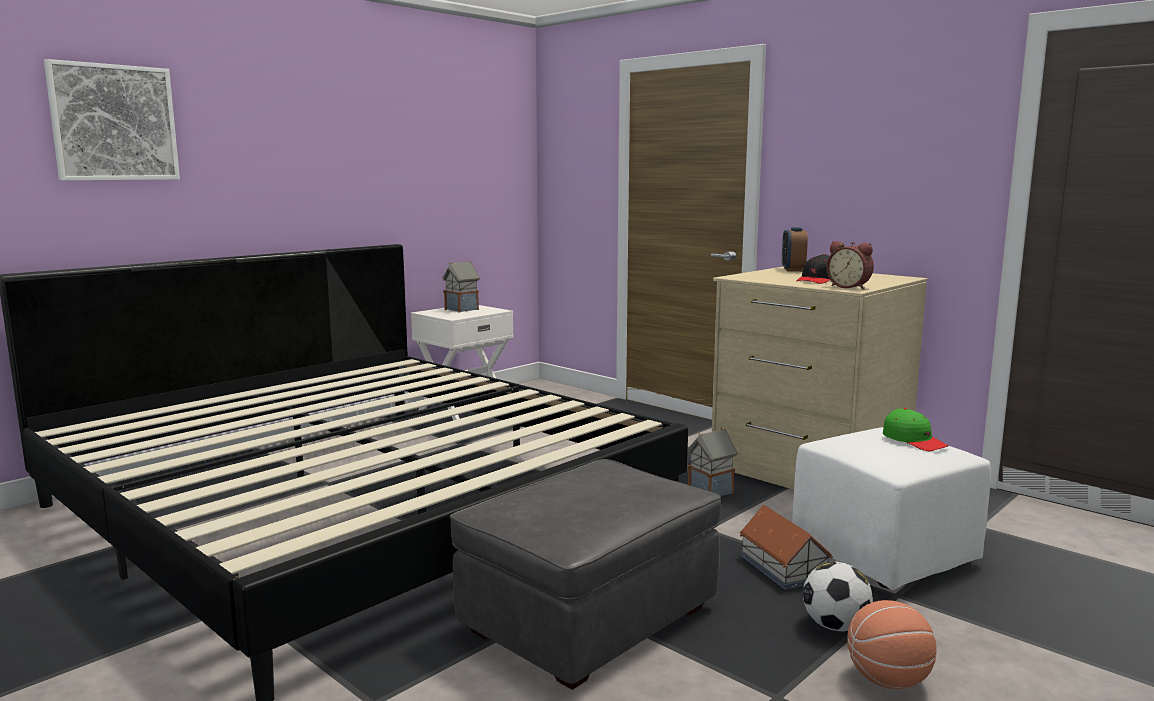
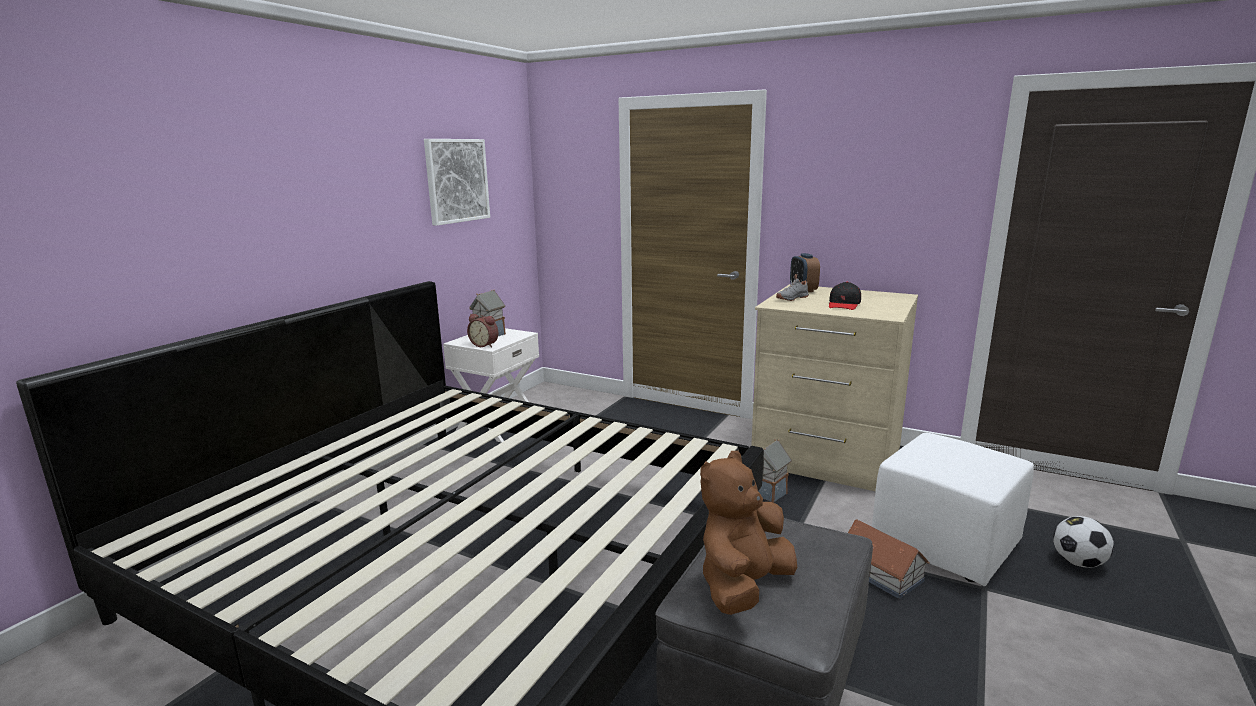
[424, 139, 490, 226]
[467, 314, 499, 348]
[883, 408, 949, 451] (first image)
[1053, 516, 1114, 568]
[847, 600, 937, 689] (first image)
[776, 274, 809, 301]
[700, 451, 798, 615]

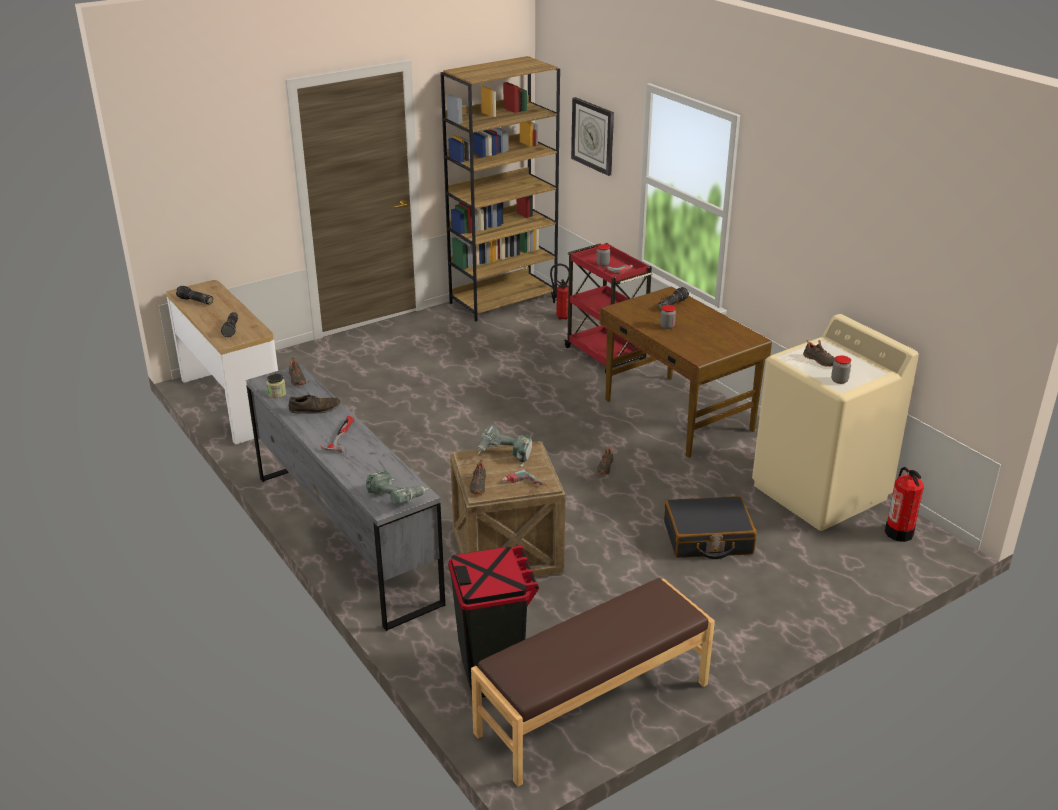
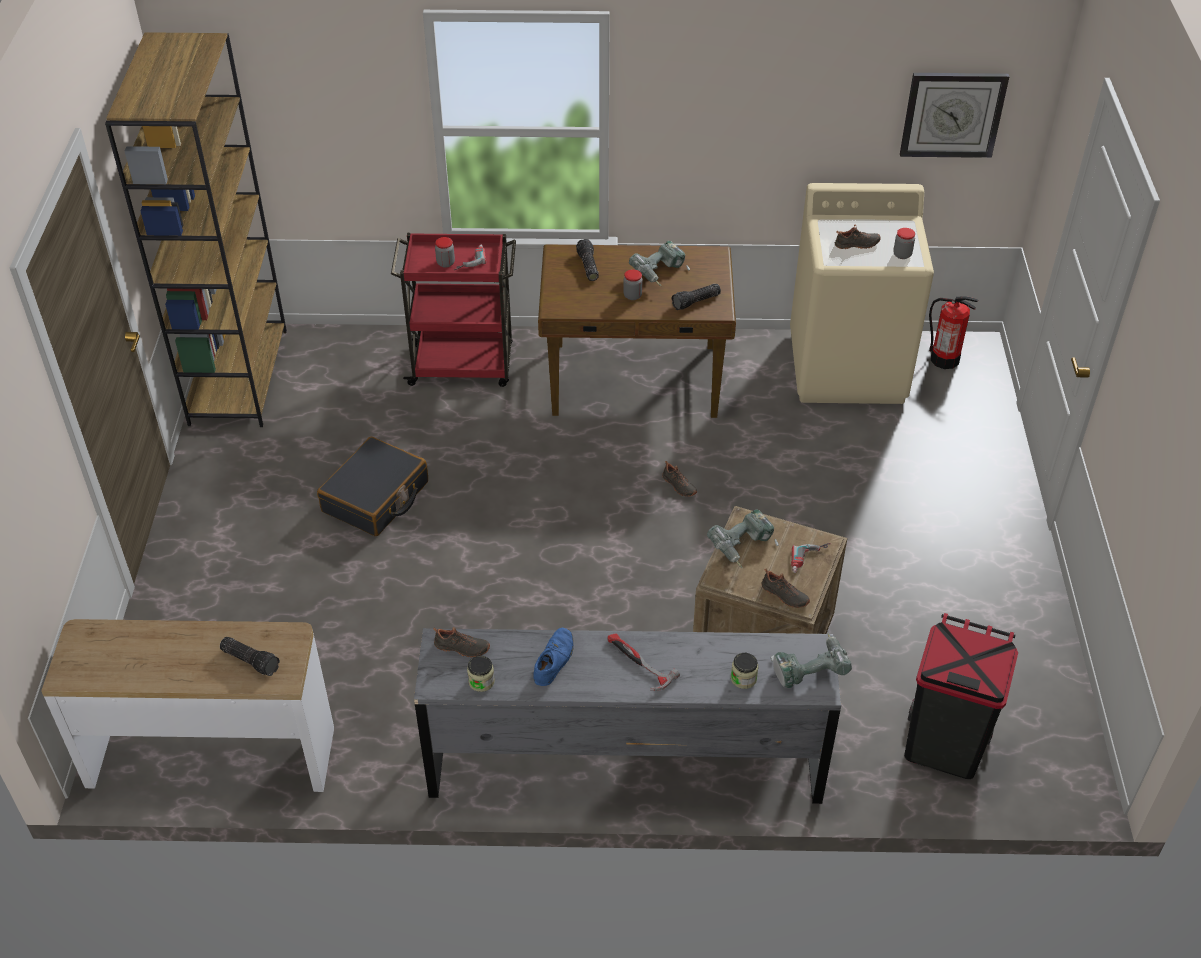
[900, 73, 1009, 158]
[550, 264, 569, 320] (first image)
[672, 284, 721, 310]
[534, 628, 574, 686]
[317, 437, 428, 536]
[471, 578, 715, 787] (first image)
[629, 241, 690, 286]
[731, 653, 759, 689]

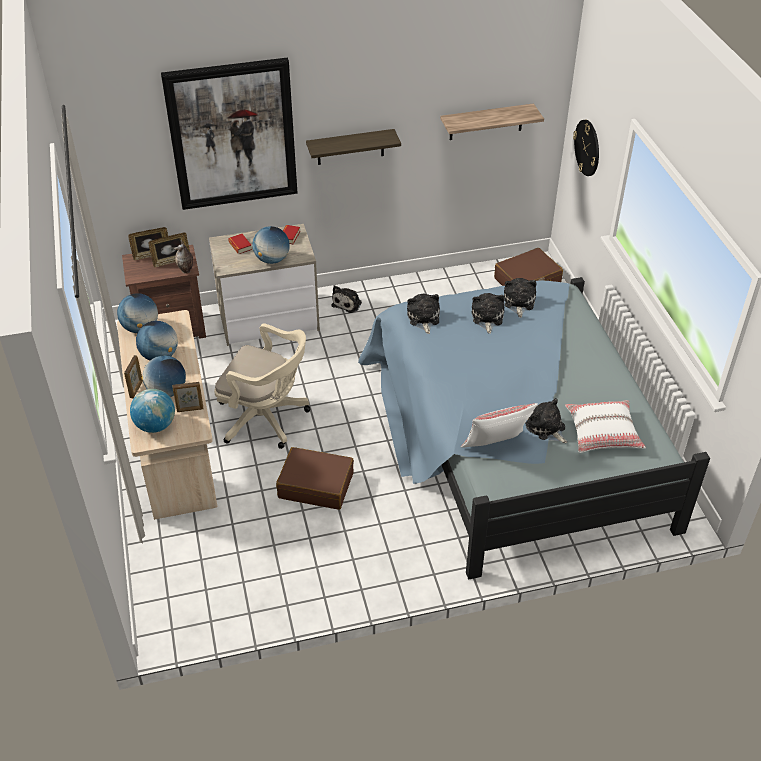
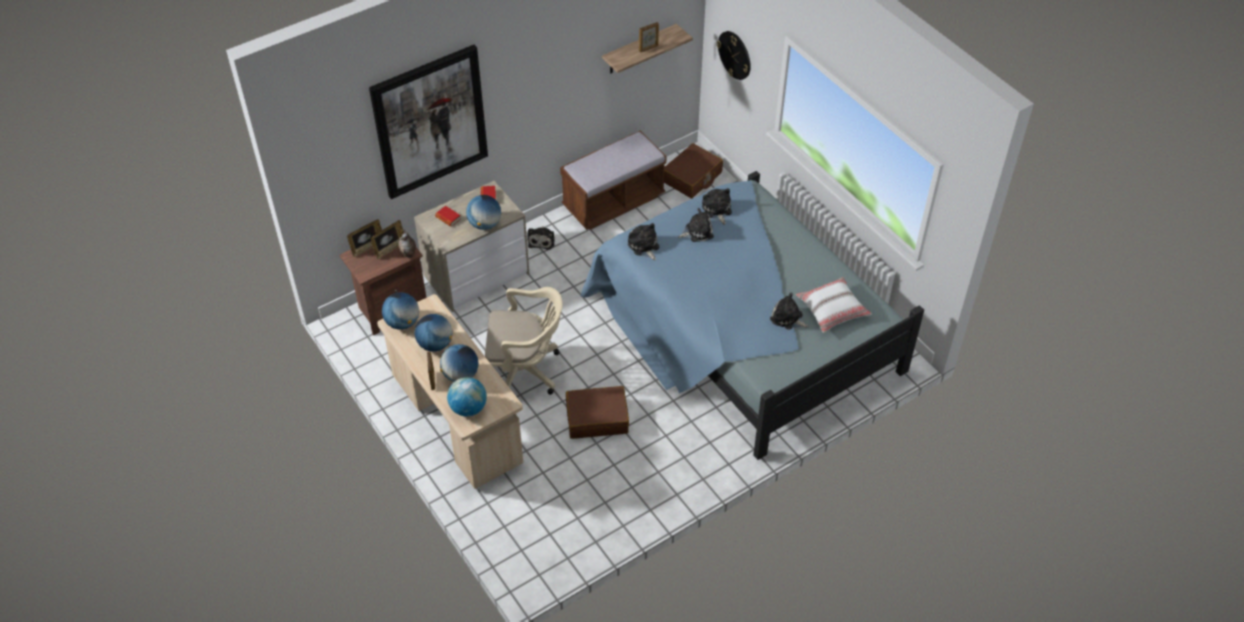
[306, 129, 401, 165] (first image)
[678, 208, 714, 242]
[639, 22, 659, 53]
[461, 403, 538, 448] (first image)
[560, 131, 667, 230]

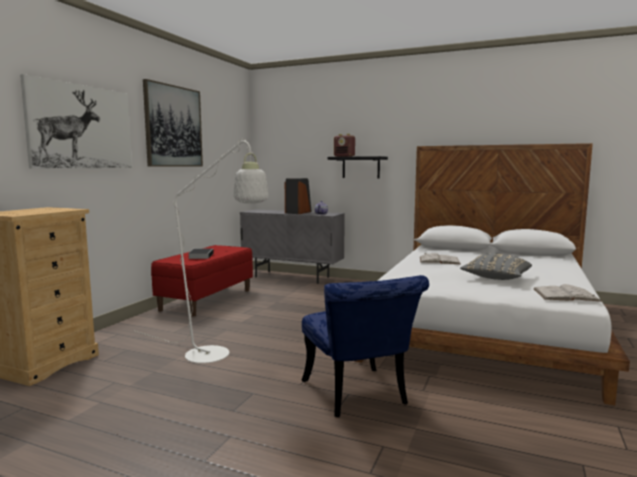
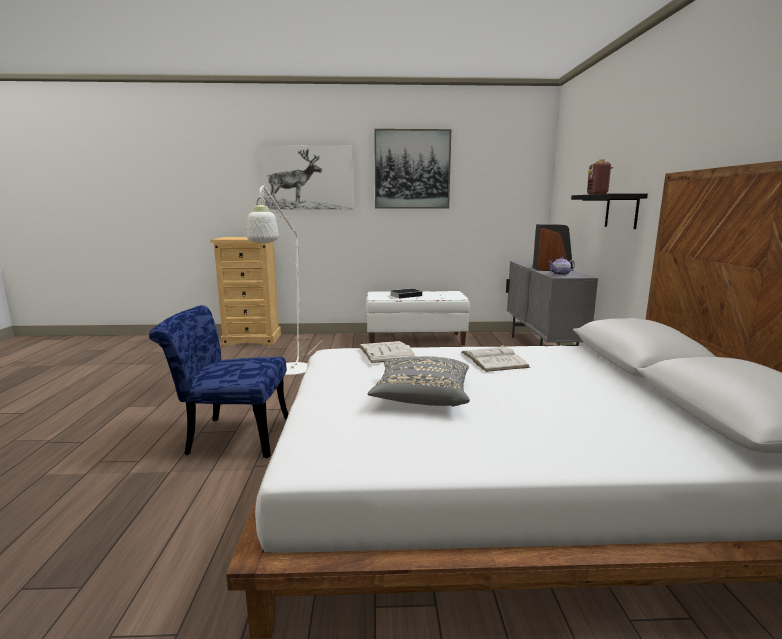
[366, 291, 470, 345]
[149, 305, 288, 458]
[359, 341, 415, 363]

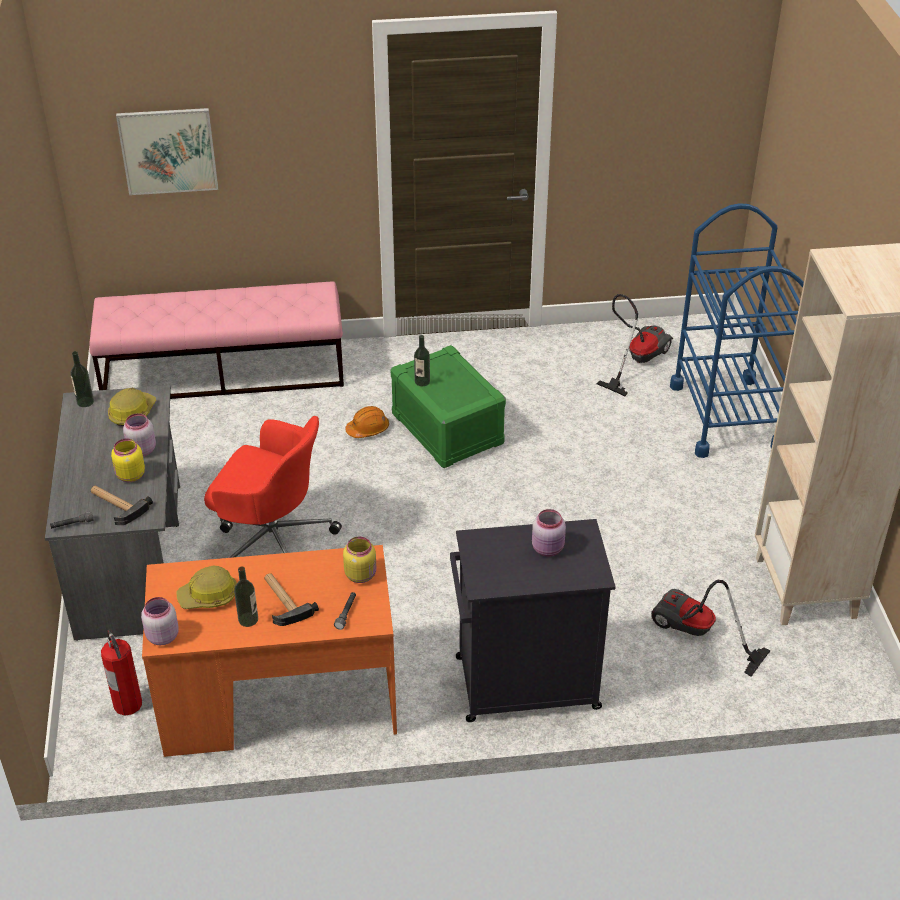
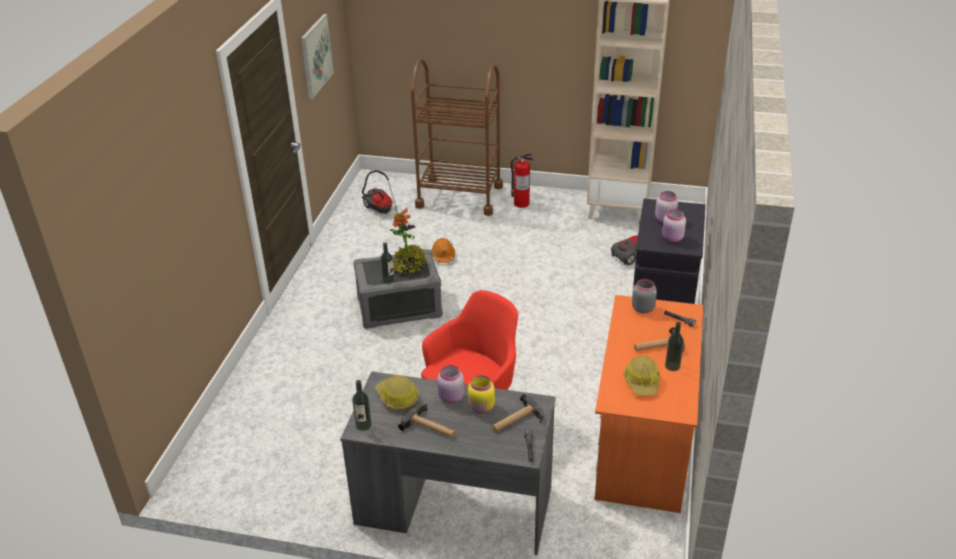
[301, 14, 334, 99]
[411, 59, 503, 216]
[89, 281, 344, 399] (first image)
[353, 249, 443, 329]
[431, 238, 455, 263]
[632, 279, 657, 314]
[662, 209, 686, 242]
[511, 153, 533, 208]
[389, 208, 426, 274]
[398, 404, 456, 438]

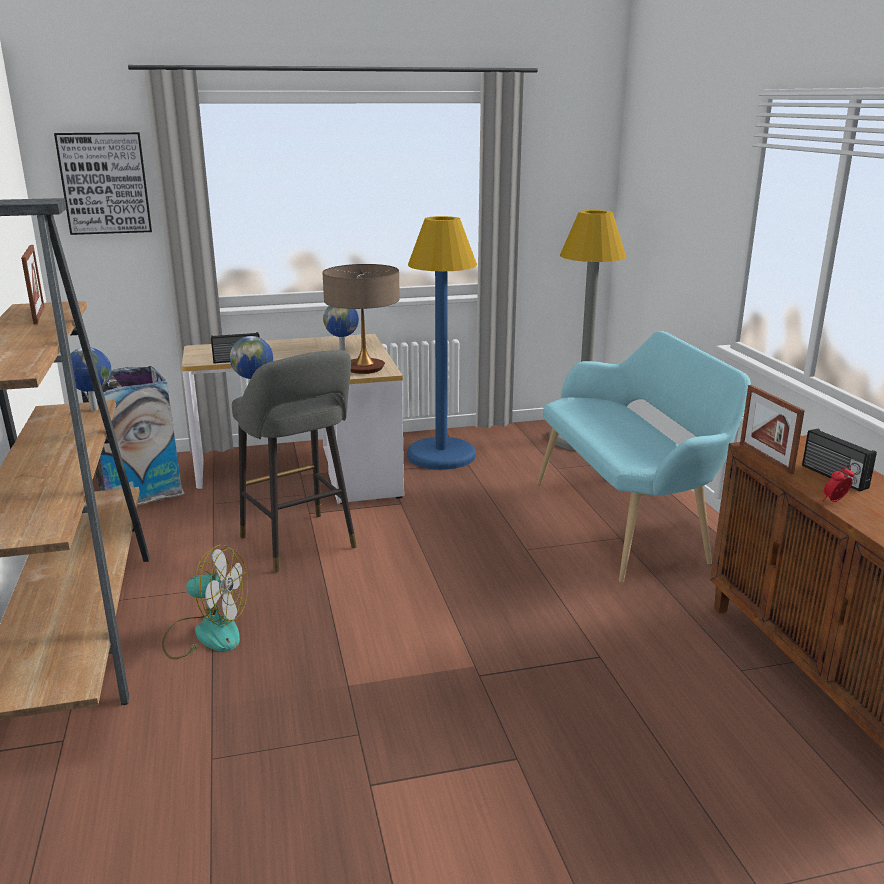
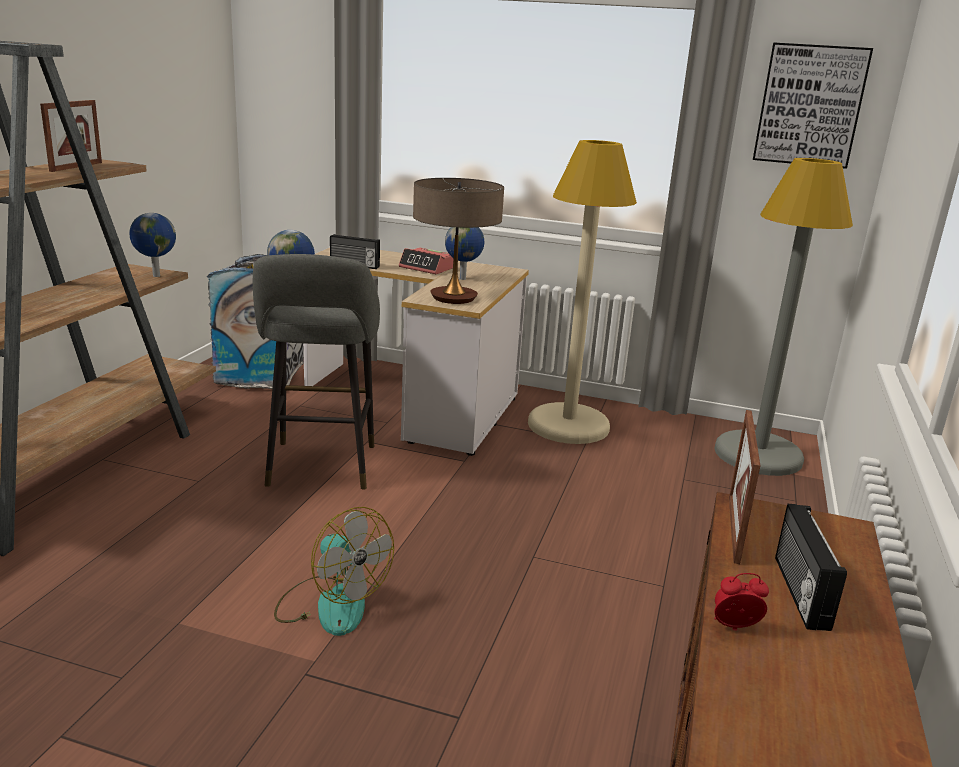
[753, 42, 873, 169]
[528, 140, 637, 444]
[537, 331, 751, 583] (first image)
[274, 507, 394, 636]
[399, 247, 454, 274]

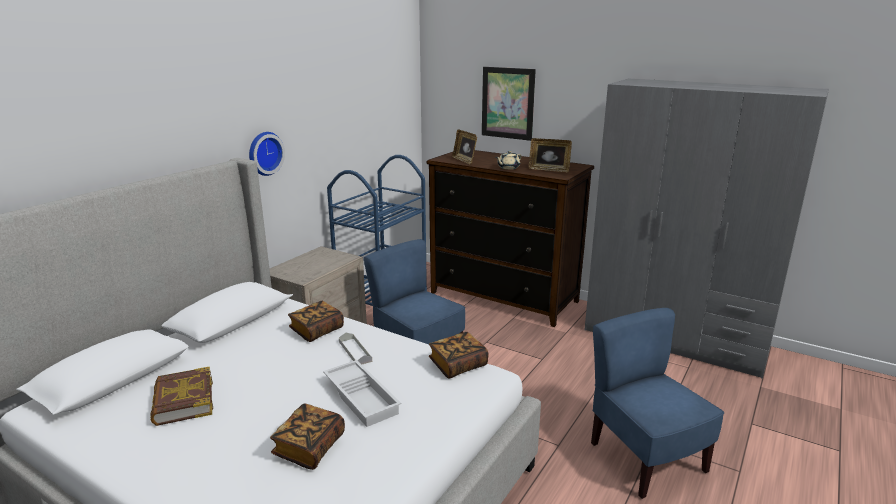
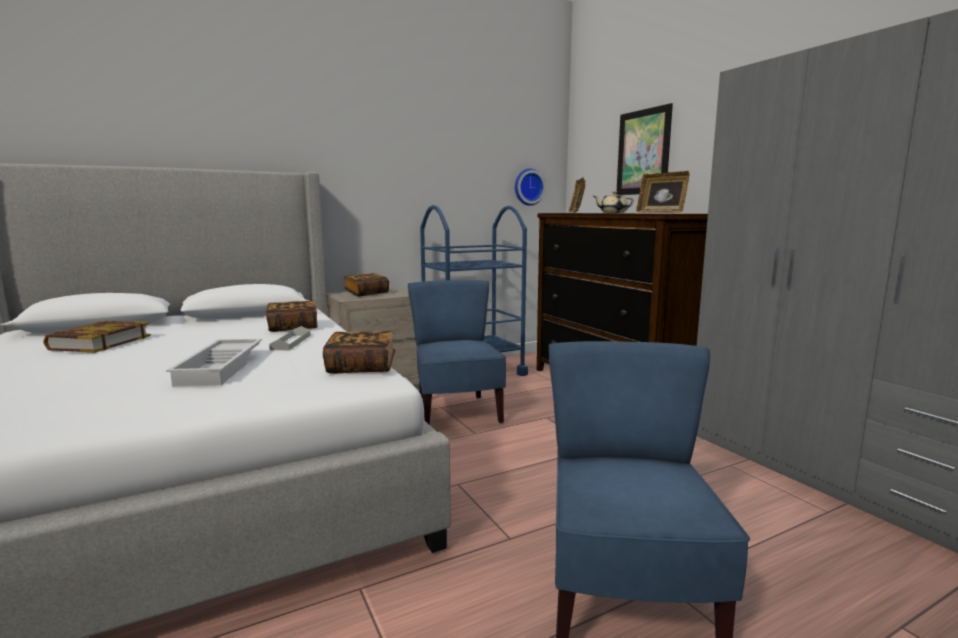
[515, 169, 546, 206]
[344, 273, 389, 296]

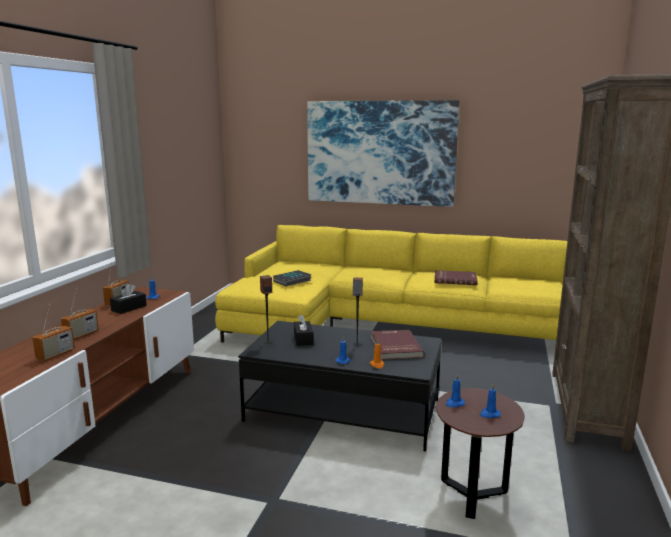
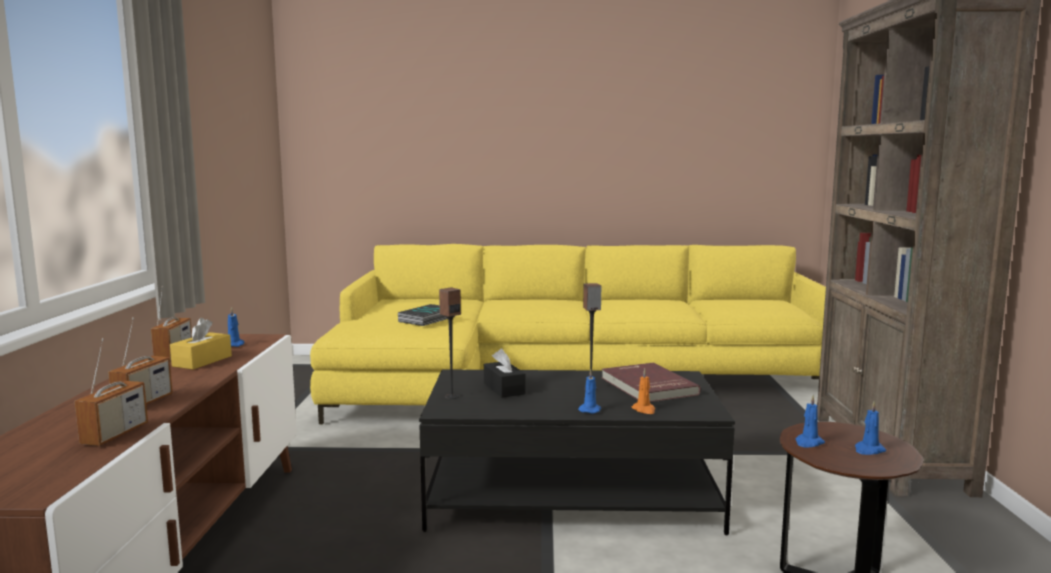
[307, 100, 460, 207] (first image)
[435, 270, 478, 285] (first image)
[170, 318, 232, 370]

